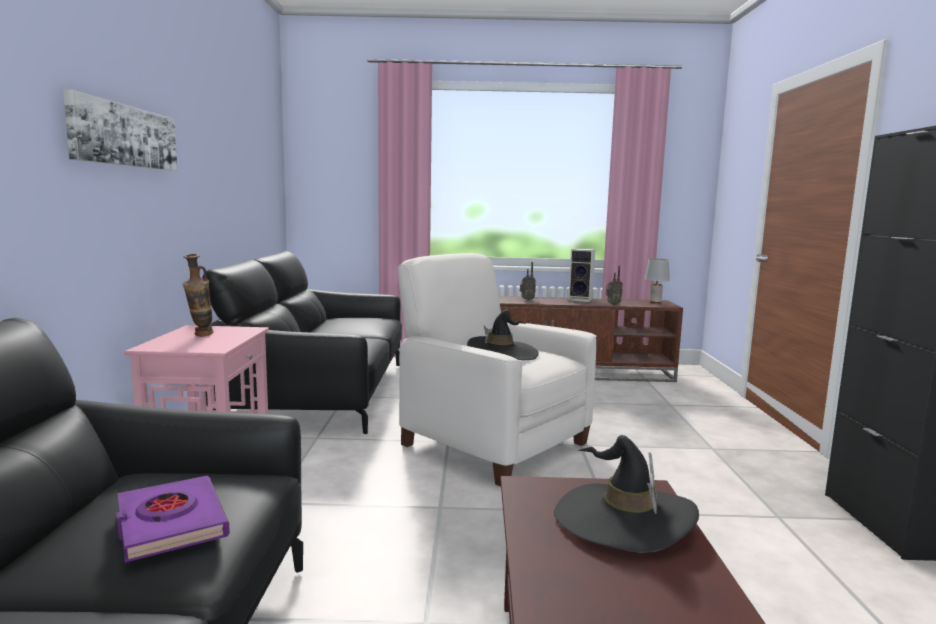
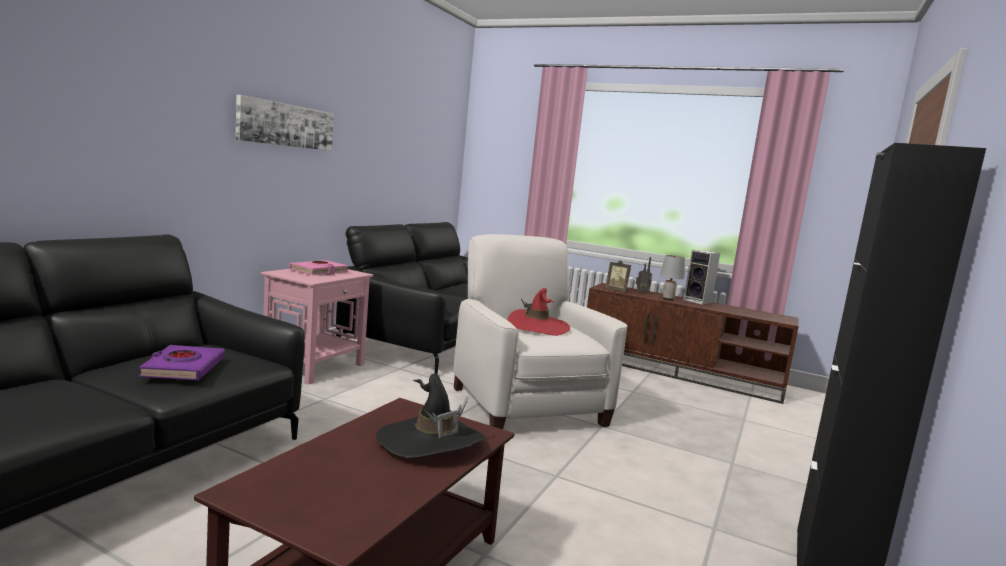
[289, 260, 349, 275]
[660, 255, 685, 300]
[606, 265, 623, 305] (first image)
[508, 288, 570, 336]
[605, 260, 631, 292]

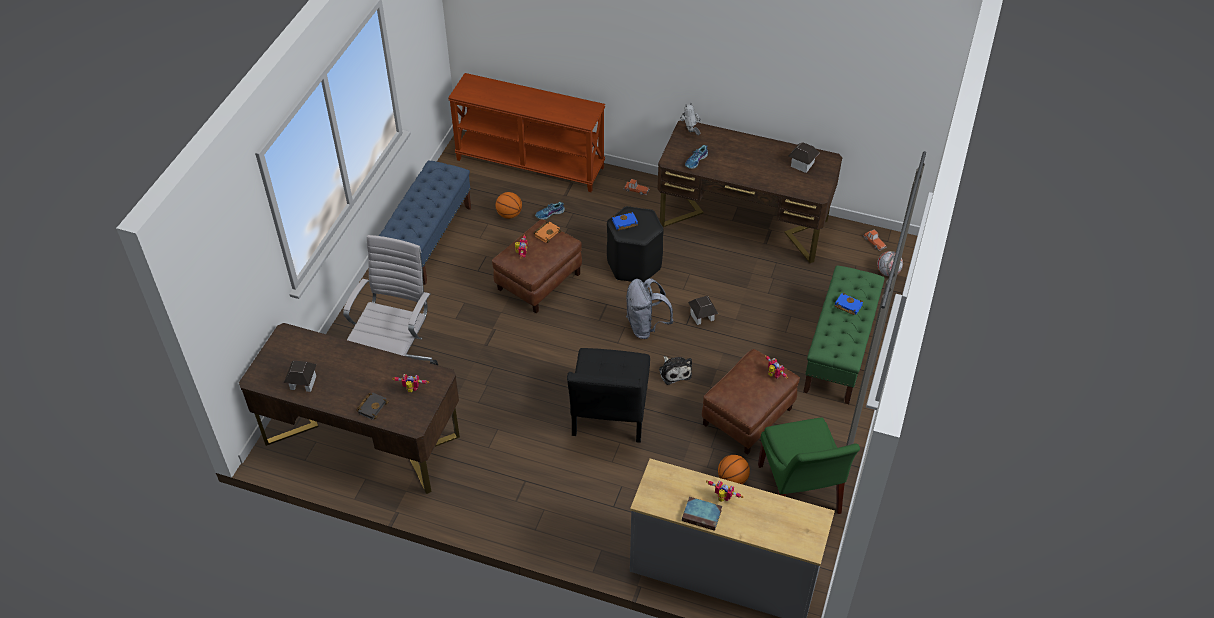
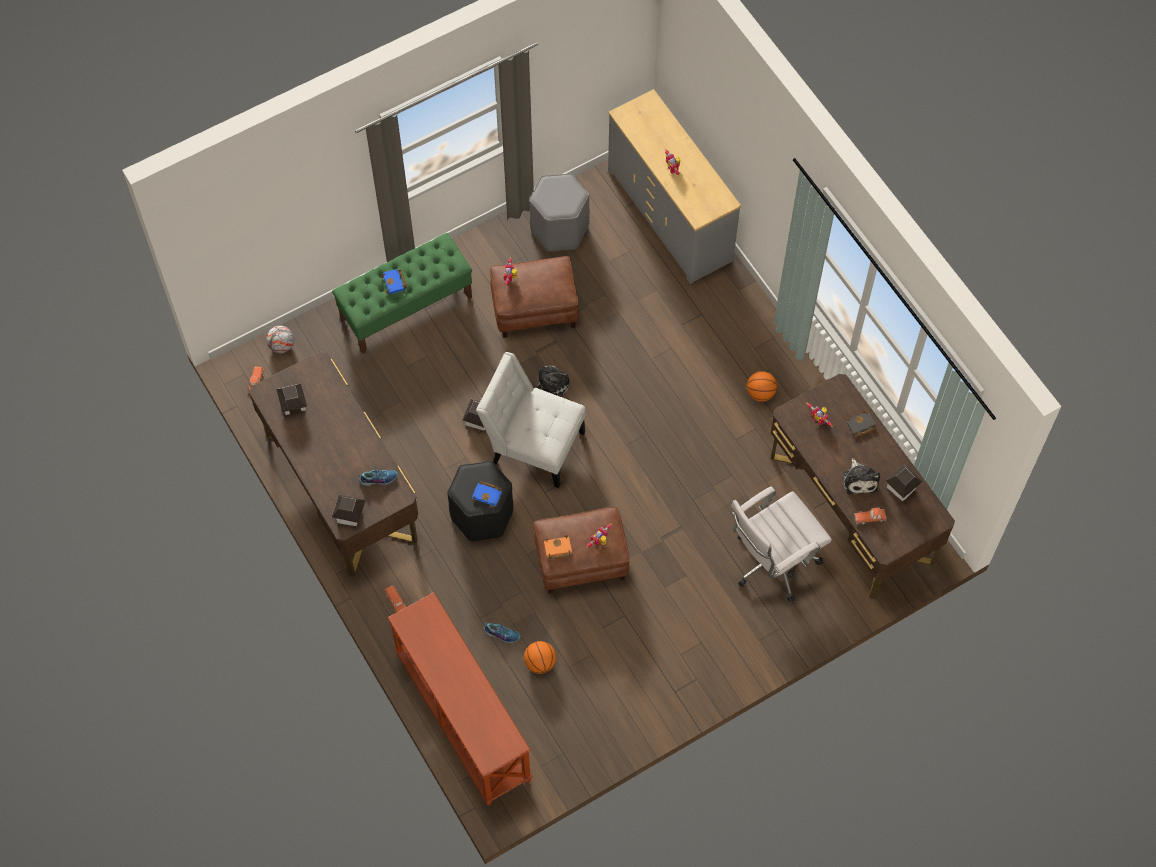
[332, 495, 366, 526]
[379, 161, 471, 285] (first image)
[476, 352, 586, 488]
[567, 348, 650, 443] (first image)
[529, 173, 590, 252]
[747, 371, 777, 402]
[682, 497, 722, 531] (first image)
[843, 458, 880, 495]
[854, 507, 887, 524]

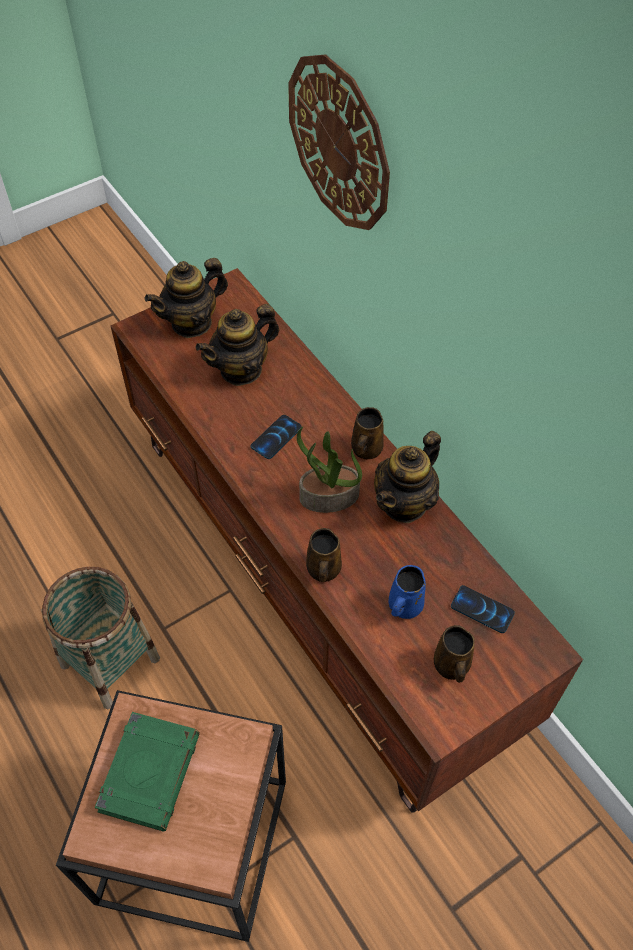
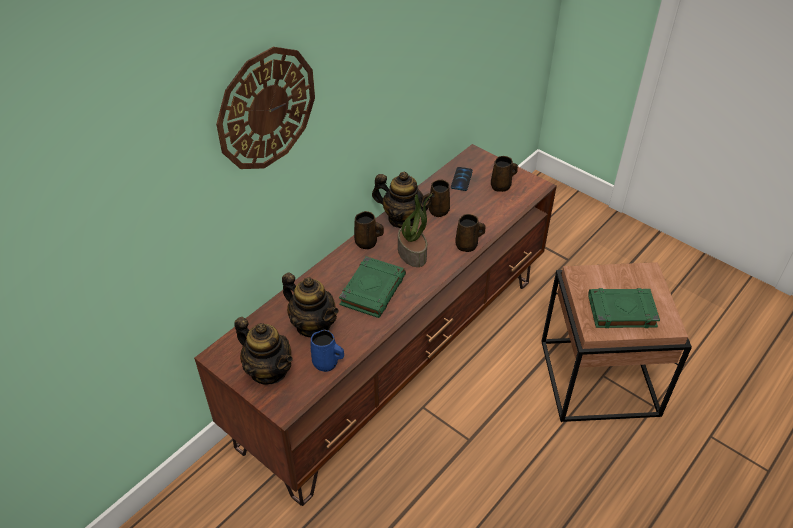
[339, 256, 406, 318]
[311, 330, 344, 372]
[41, 567, 160, 709] (first image)
[429, 180, 450, 217]

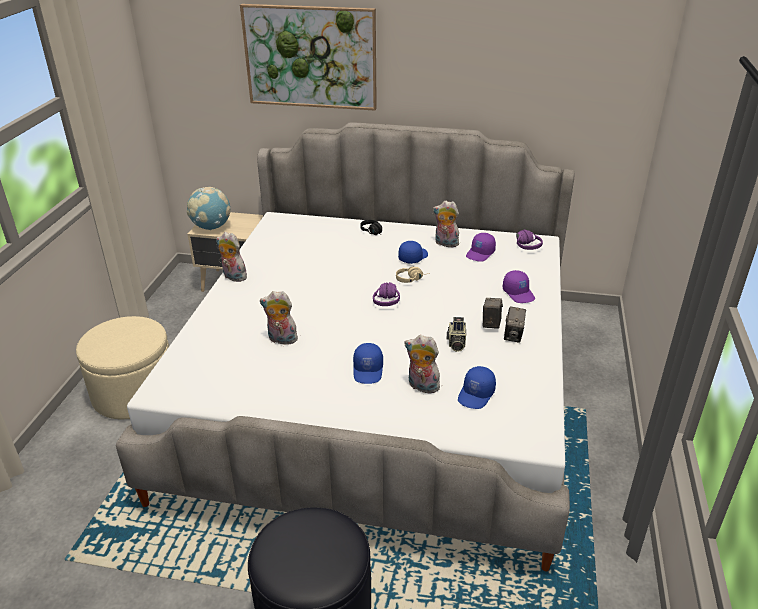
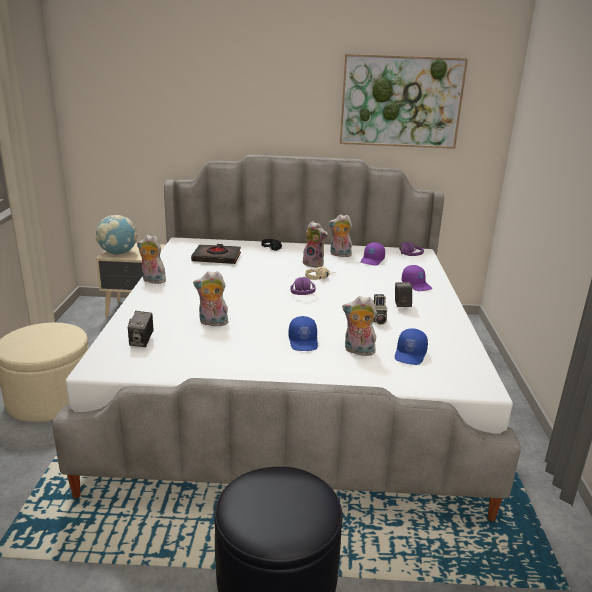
[340, 54, 468, 149]
[303, 221, 328, 268]
[128, 311, 153, 347]
[191, 244, 241, 264]

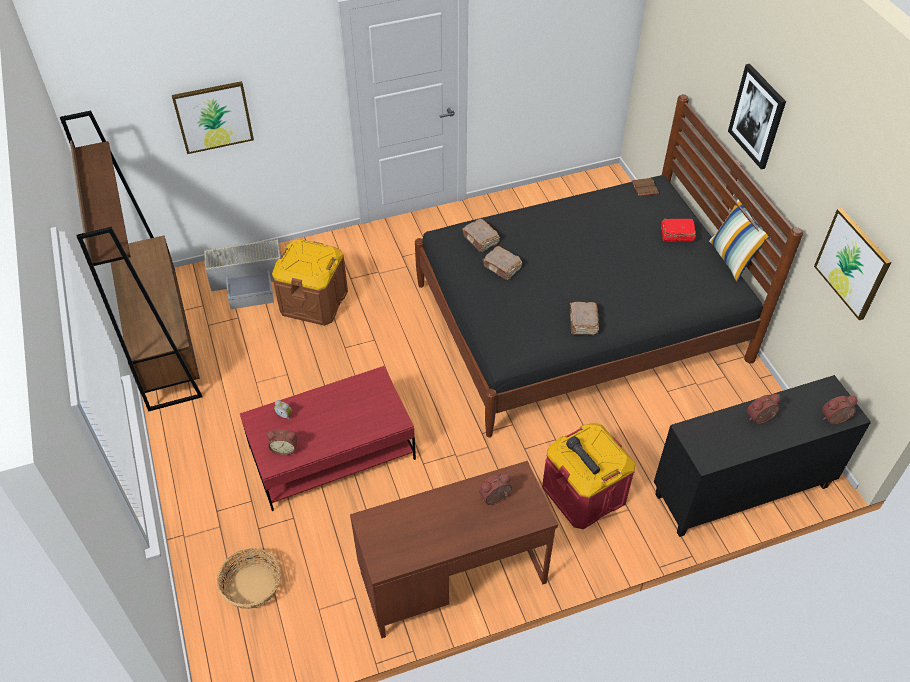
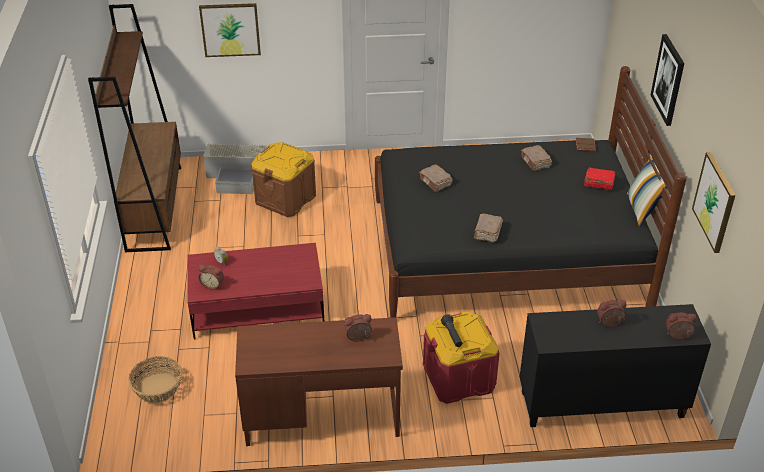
[521, 145, 552, 171]

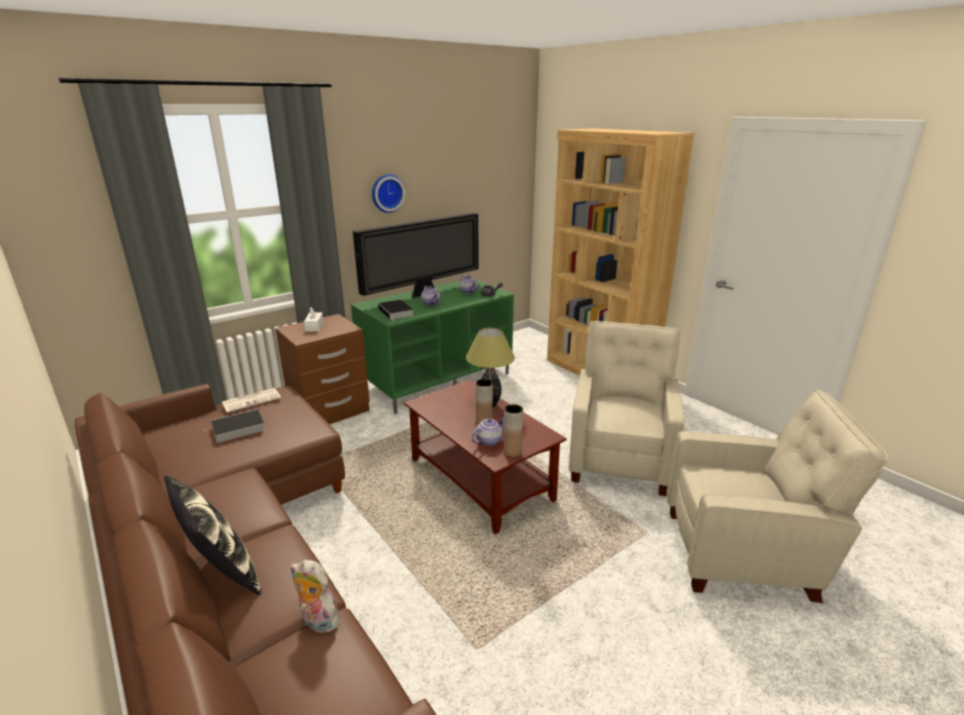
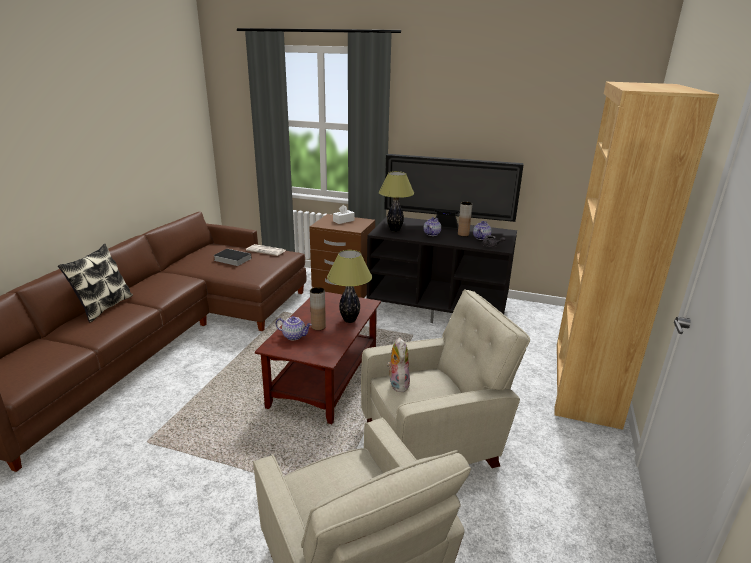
[372, 174, 405, 213] (first image)
[367, 217, 517, 323]
[378, 171, 414, 232]
[458, 202, 472, 236]
[387, 337, 410, 392]

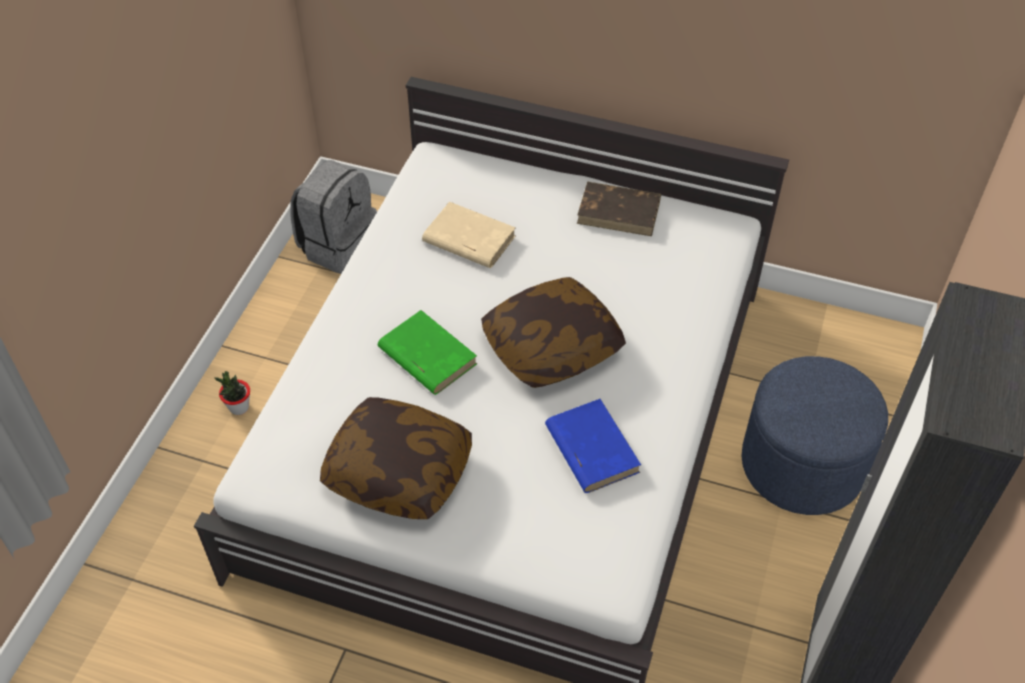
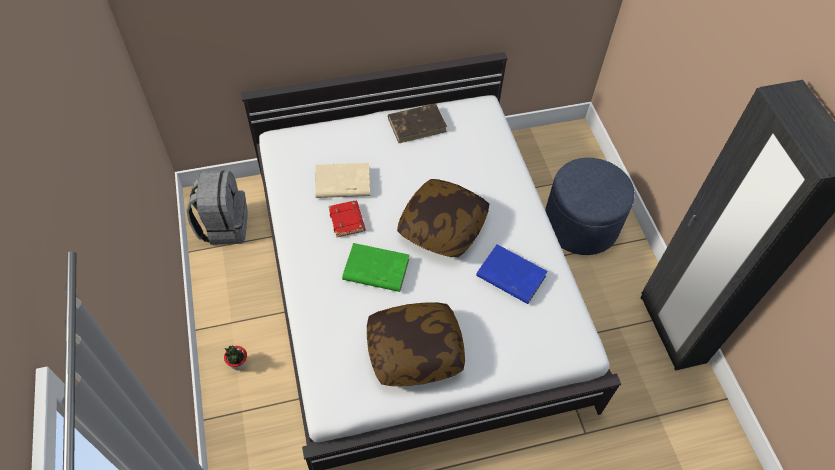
[329, 201, 365, 237]

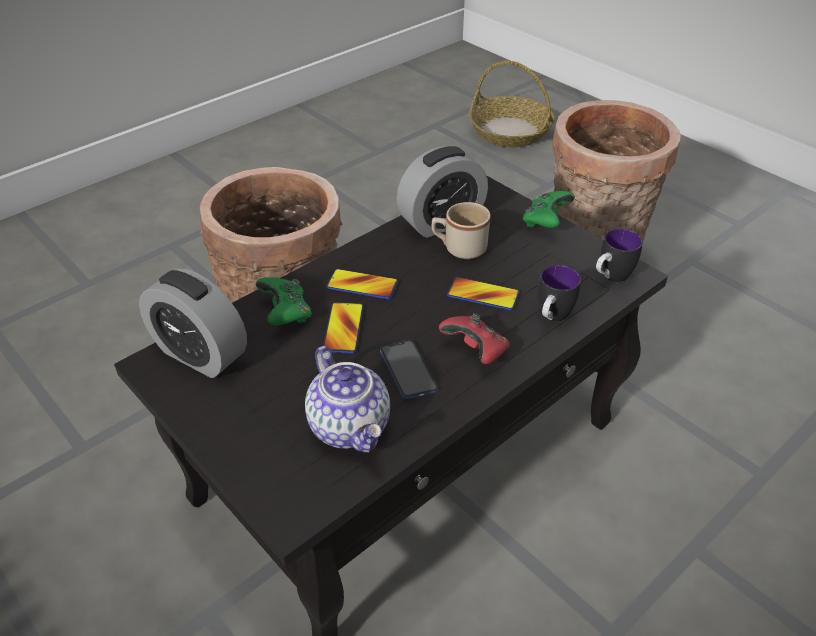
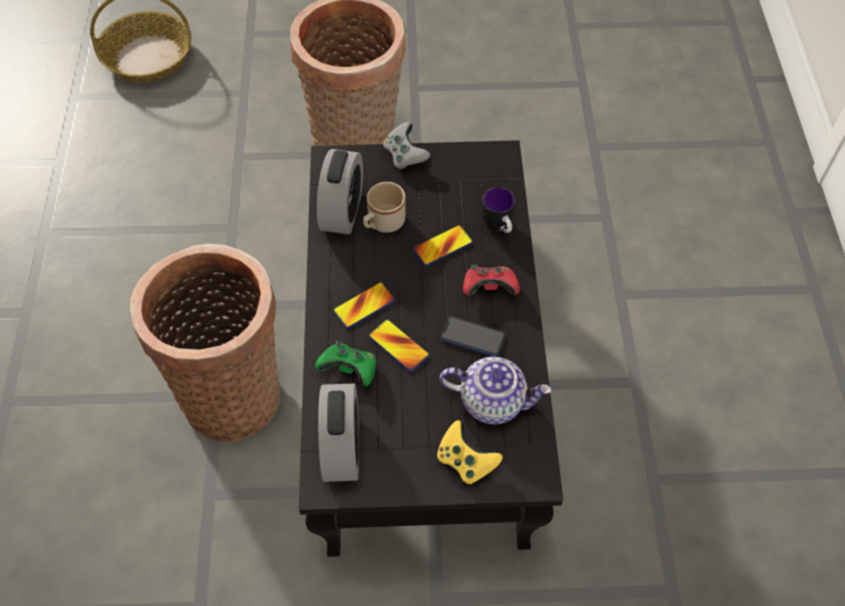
[383, 122, 430, 170]
[596, 229, 643, 282] (first image)
[318, 383, 359, 482]
[437, 420, 503, 484]

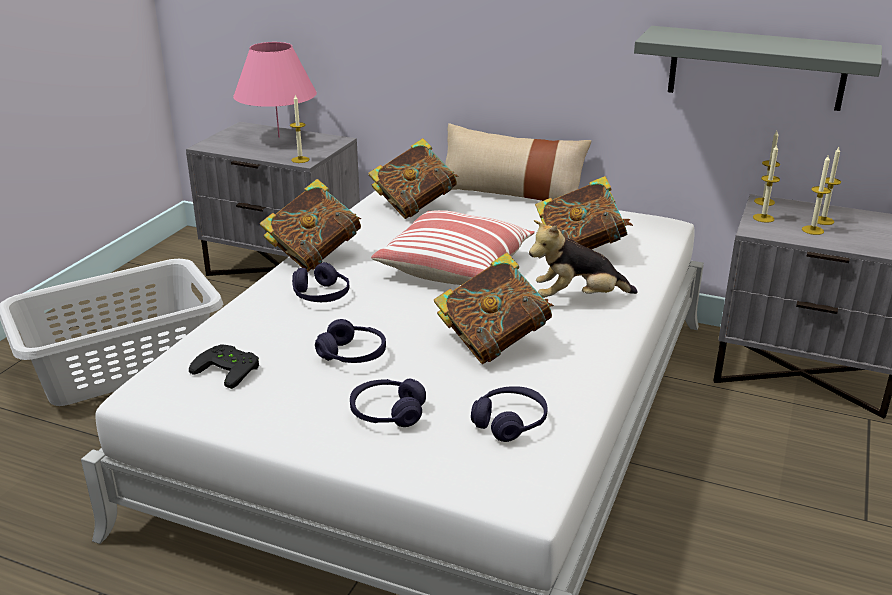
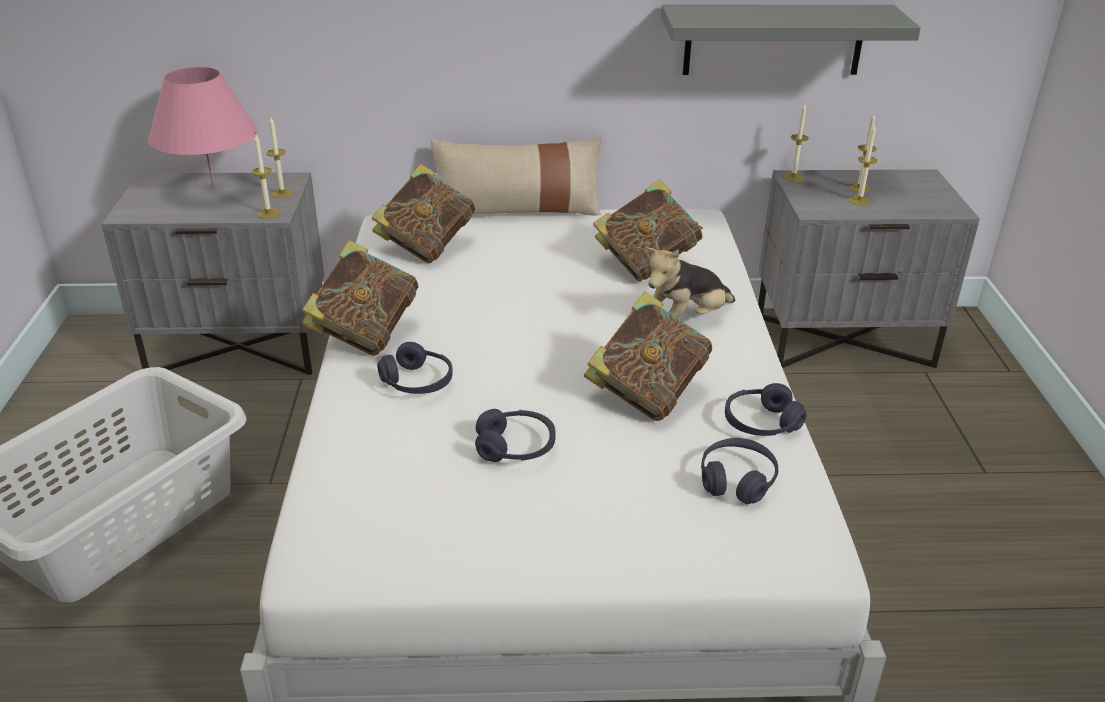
[267, 117, 293, 198]
[371, 210, 535, 285] (first image)
[189, 344, 259, 389] (first image)
[725, 383, 806, 436]

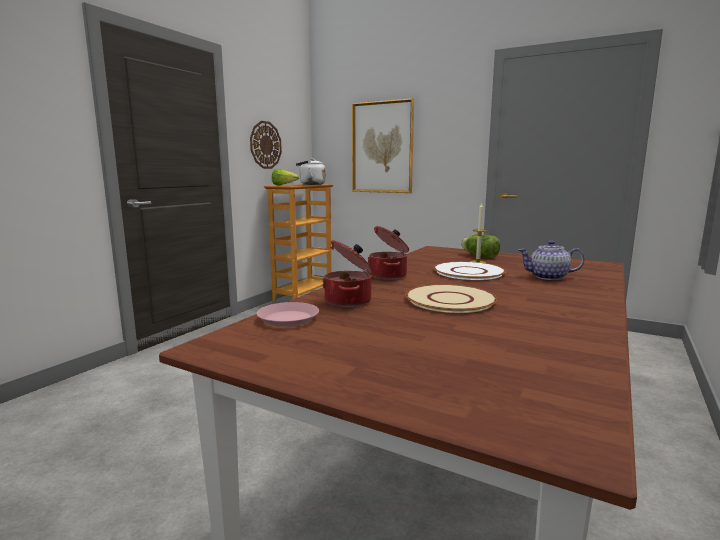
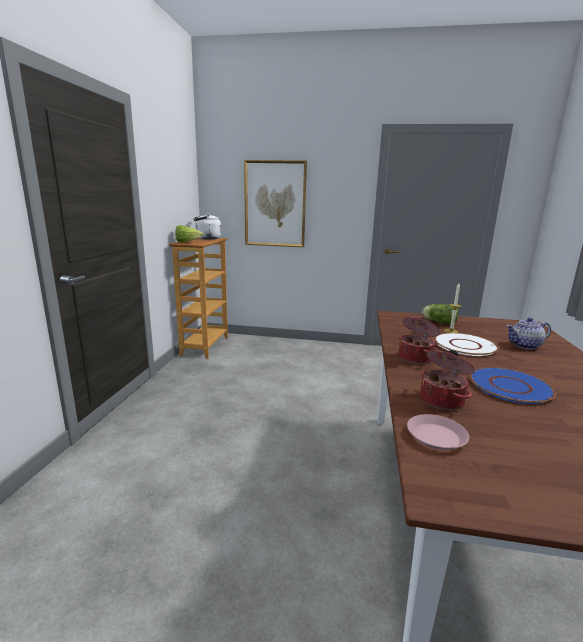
[250, 121, 282, 169] (first image)
[469, 367, 556, 404]

